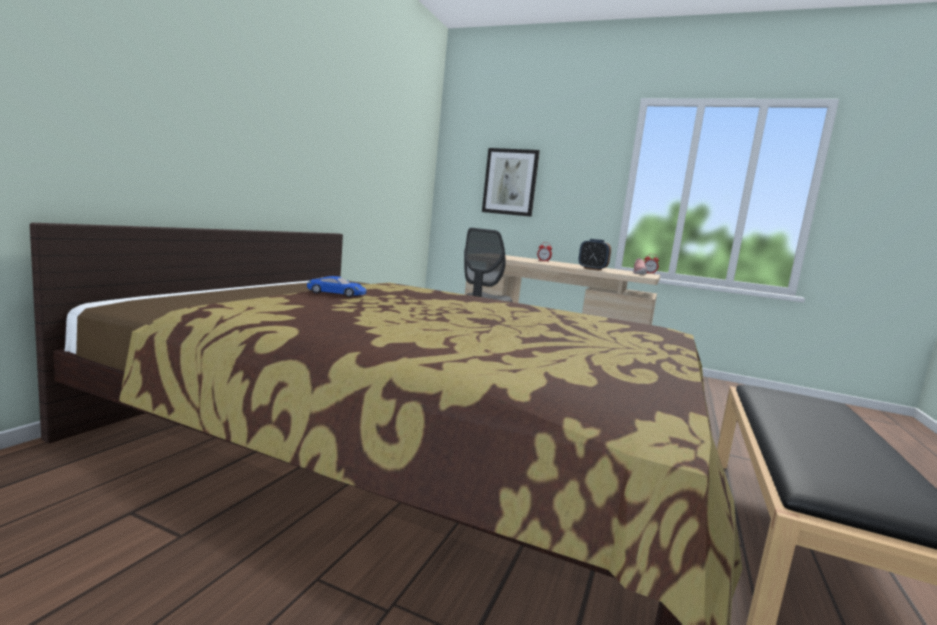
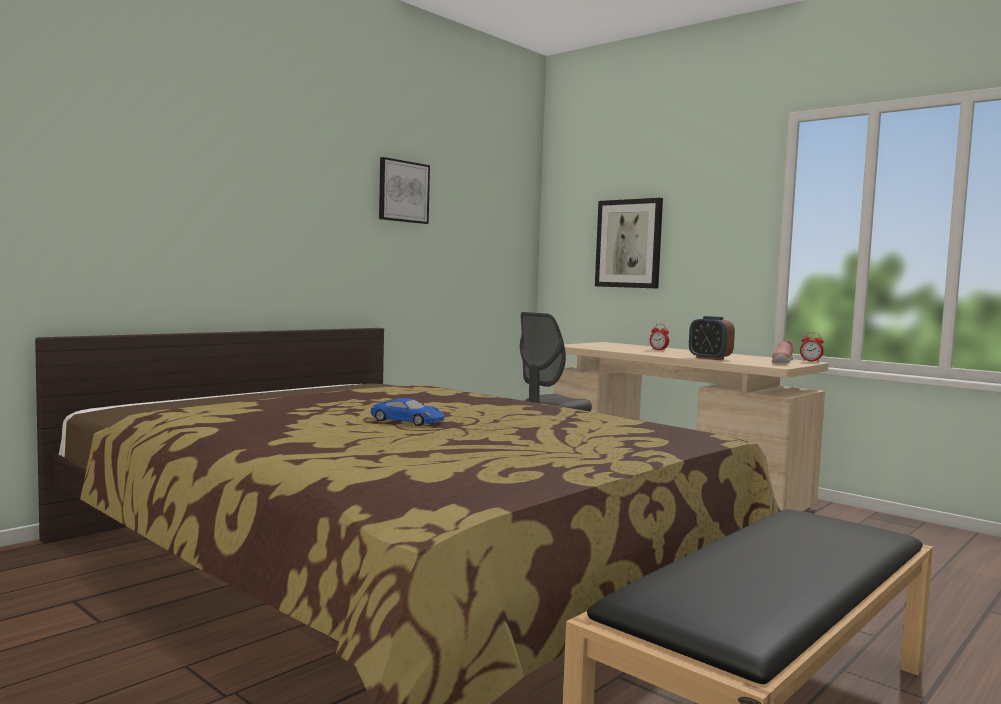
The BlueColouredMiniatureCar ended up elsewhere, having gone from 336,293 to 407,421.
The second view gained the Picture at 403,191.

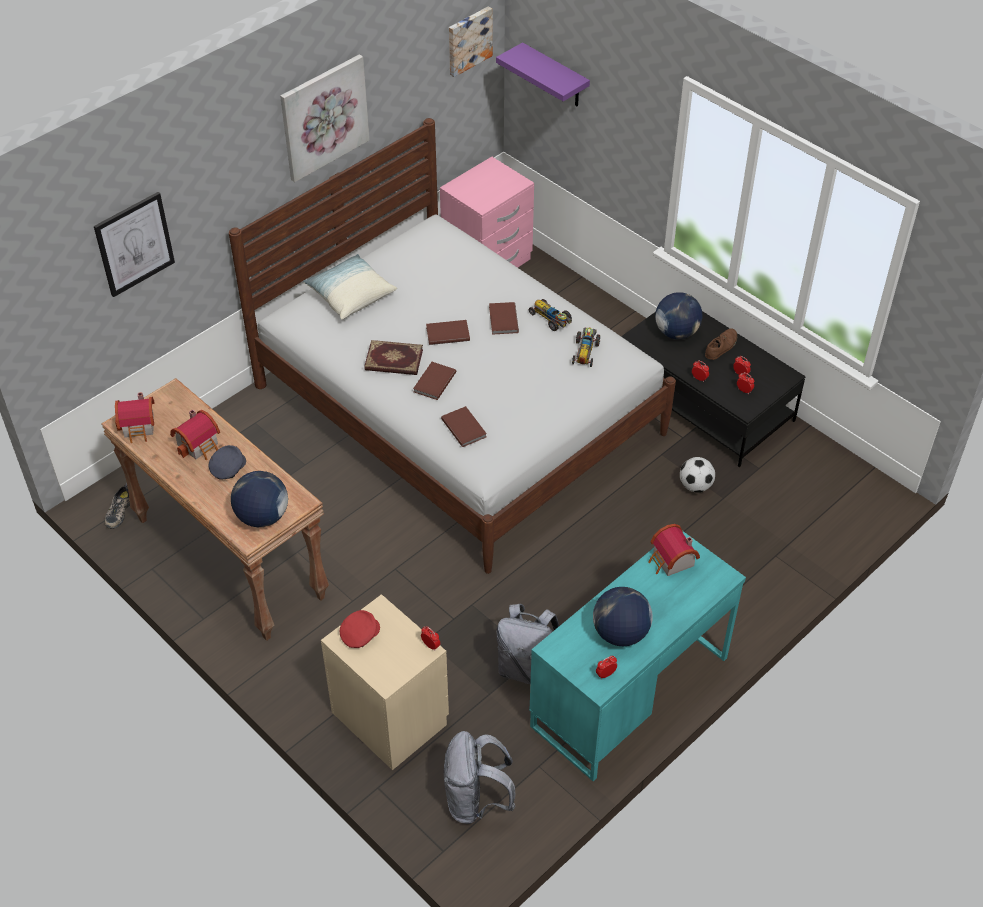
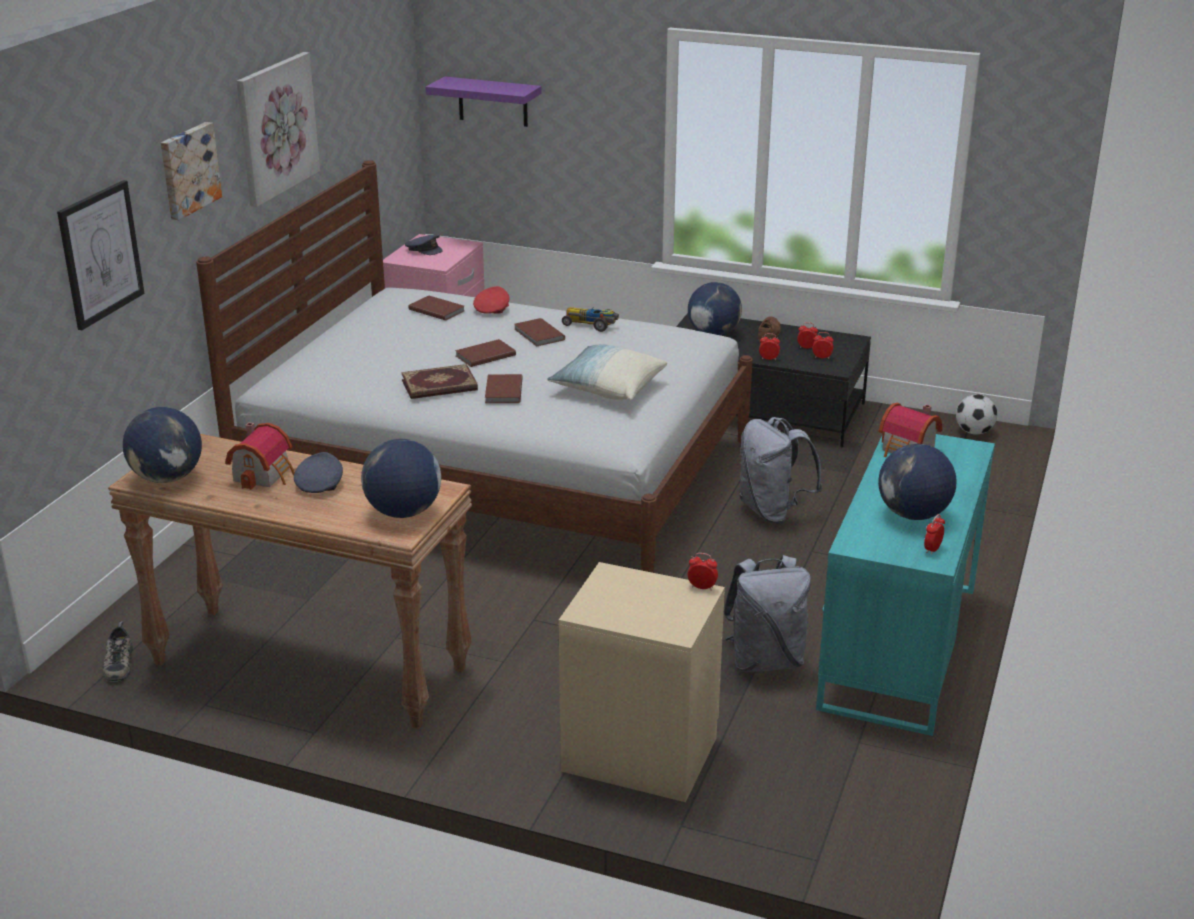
The Picture ended up elsewhere, having gone from 468,40 to 188,170.
The Pillow ended up elsewhere, having gone from 350,295 to 608,388.
The second view lost the MiniatureCar at 585,351.
Where the MiniatureHouse stood at 140,427, the Globe came to stand at 168,478.
The BrownColouredBoundBook ended up elsewhere, having gone from 464,427 to 437,310.
The Football ended up elsewhere, having gone from 695,486 to 974,432.
The RedPeakedCap ended up elsewhere, having gone from 359,633 to 492,309.
The GrayKnapsack ended up elsewhere, having gone from 476,801 to 773,511.
The second view gained the GrayPeakedCap at 424,249.

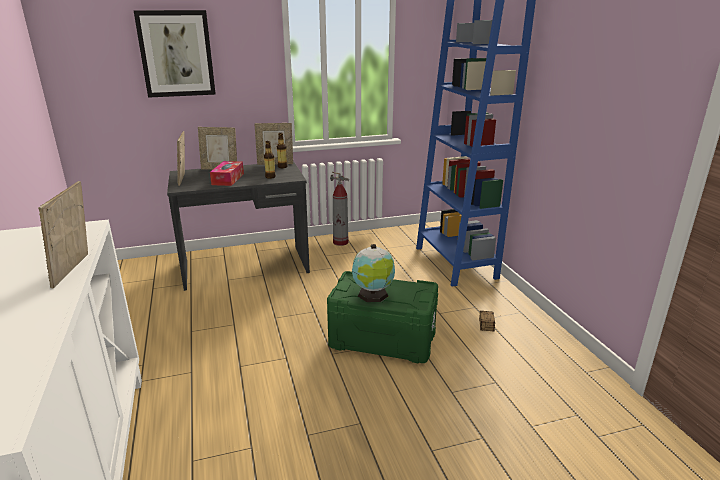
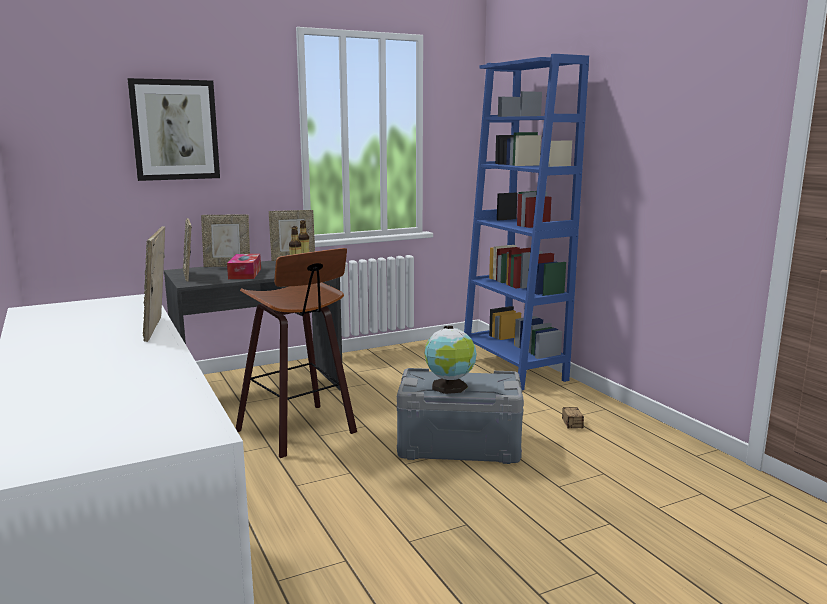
The second view lost the FireFightingCylinder at 340,242.
What was the GreenColouredStorageContainer at 382,338 turned into the GrayStorageContainer at 459,444.
The second view gained the SittingStool at 301,431.

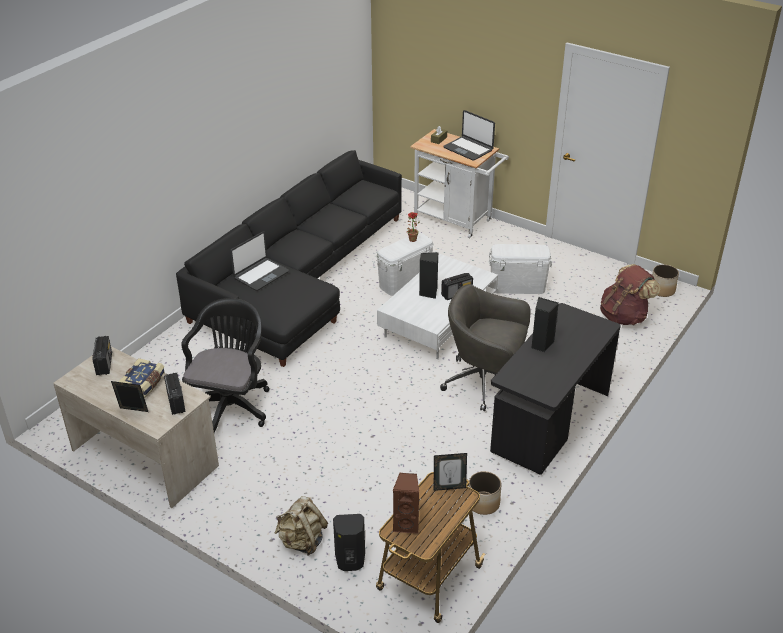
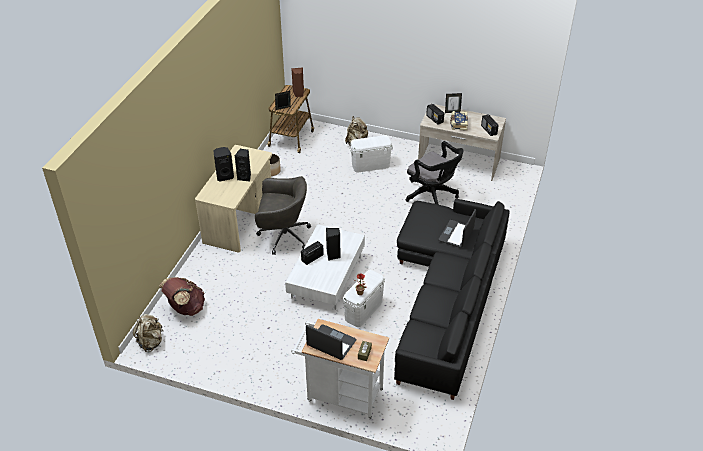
The WhiteStorageContainer ended up elsewhere, having gone from 517,286 to 370,165.
Where the PlantPot stood at 662,290, the BeigeColouredKnapsack came to stand at 151,342.
The BlackColouredOfficeChair at 231,405 ended up facing another way, 45 degrees counterclockwise from before.
What was the BlackColouredDesk at 549,422 turned into the BeigeColouredDesk at 239,218.
The BlackColouredLoudspeaker ended up elsewhere, having gone from 350,561 to 224,176.

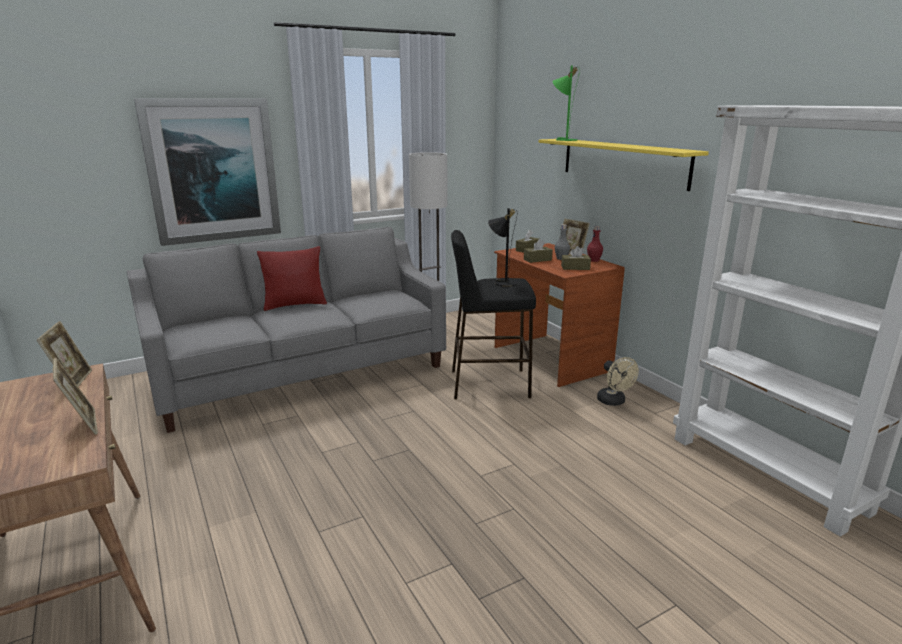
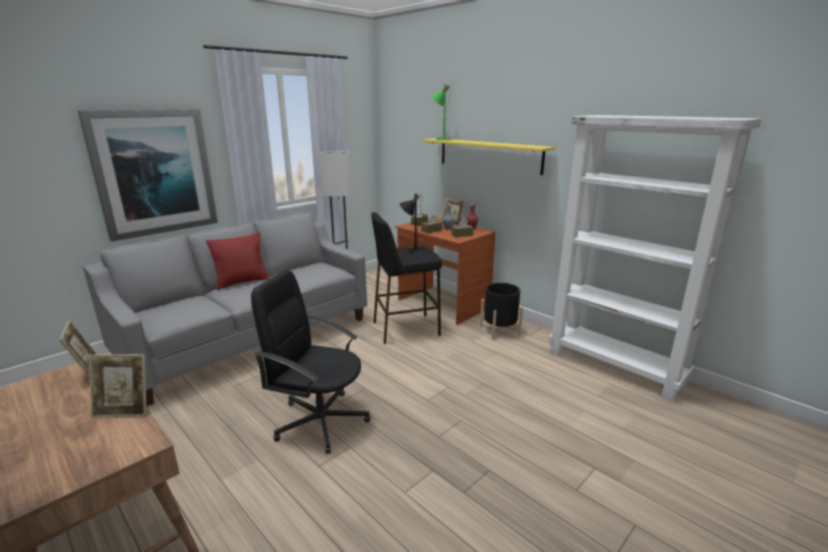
The PictureFrame at 82,424 ended up facing another way, 135 degrees clockwise from before.
Where the BeigeColouredCoolingFan stood at 614,402, the BlackColouredPlantPot came to stand at 499,331.
The second view gained the BlackColouredOfficeChair at 320,420.

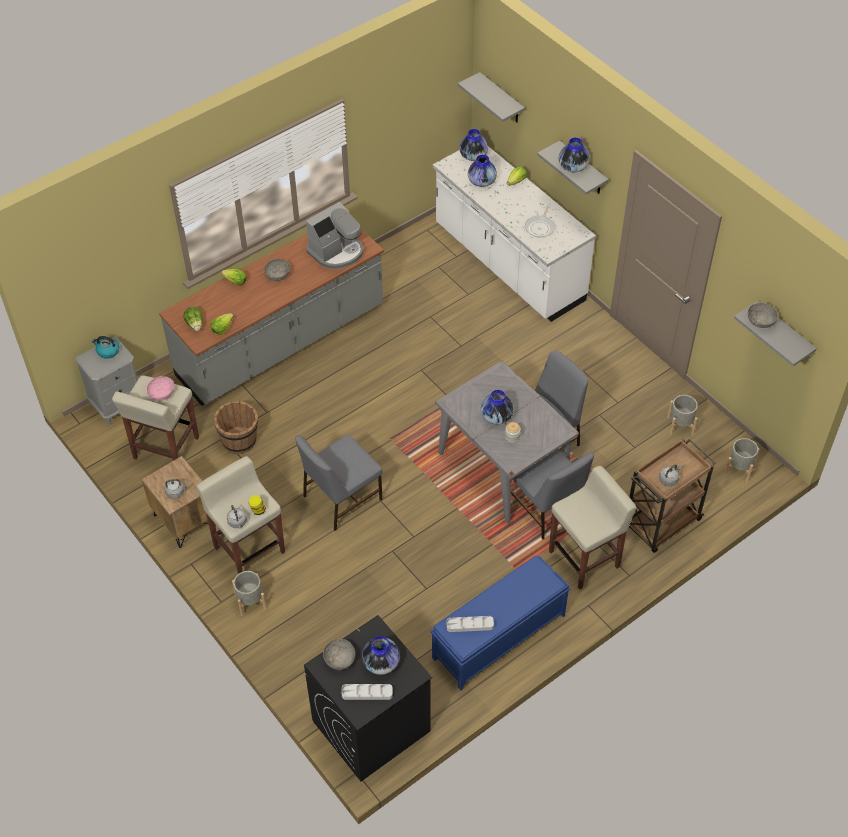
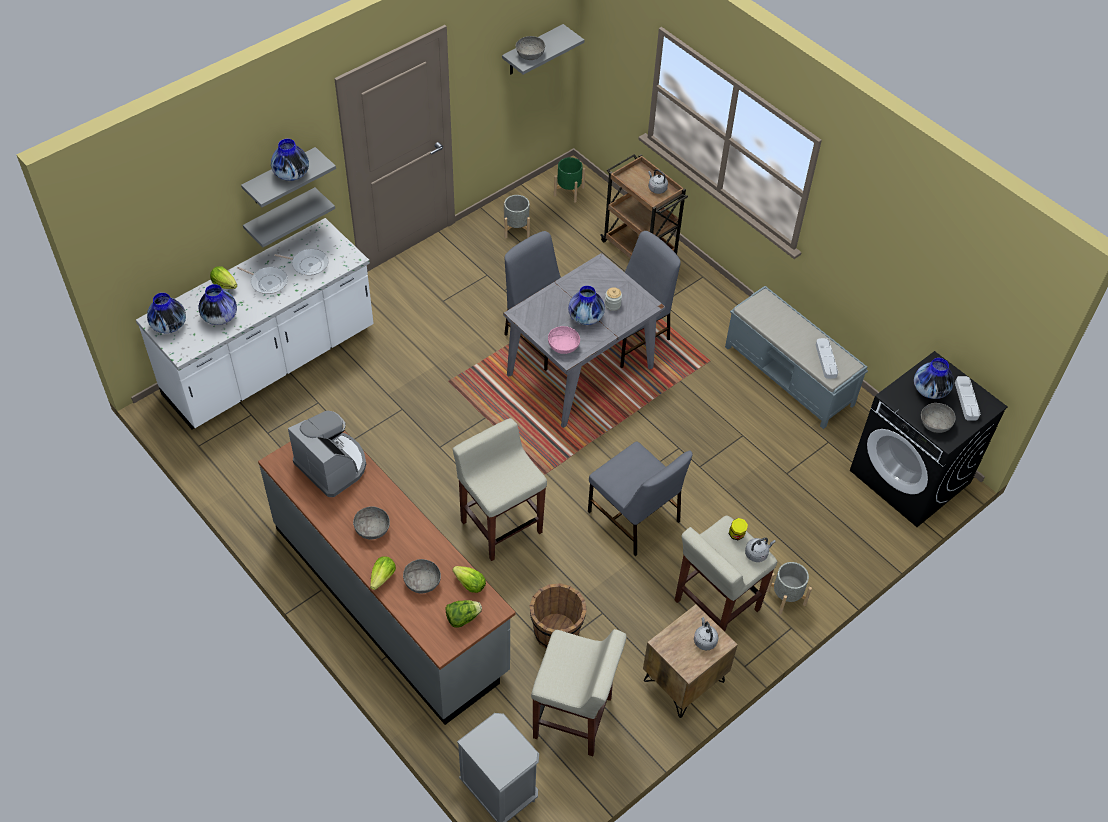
The GrayWallShelf ended up elsewhere, having gone from 501,99 to 281,216.
The second view lost the Kettle at 107,351.
The PinkBowl ended up elsewhere, having gone from 161,393 to 563,346.
What was the GrayPlantPot at 739,469 turned into the GreenColouredPlantPot at 569,191.
The BeigeColouredSittingStool ended up elsewhere, having gone from 585,558 to 500,525.
What was the BlueColouredLongSeat at 498,637 turned into the GrayLongSeat at 789,376.
The second view gained the Pan at 267,282.
The second view gained the GrayBowl at 422,582.

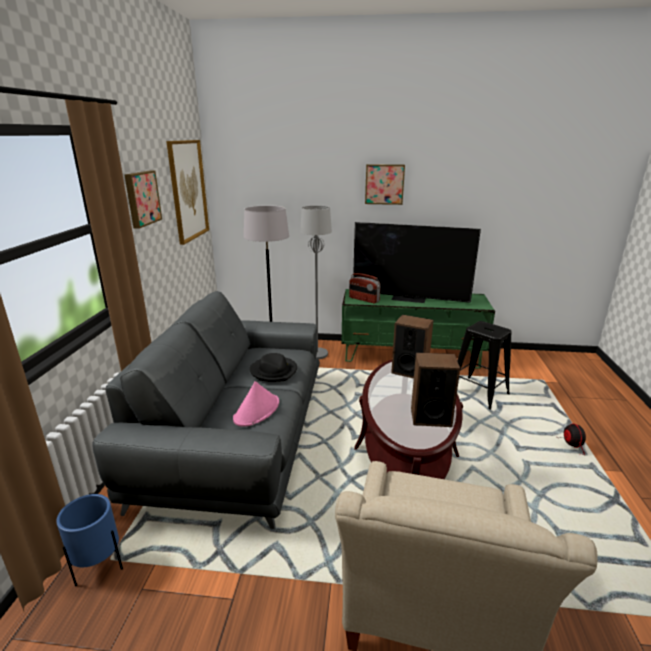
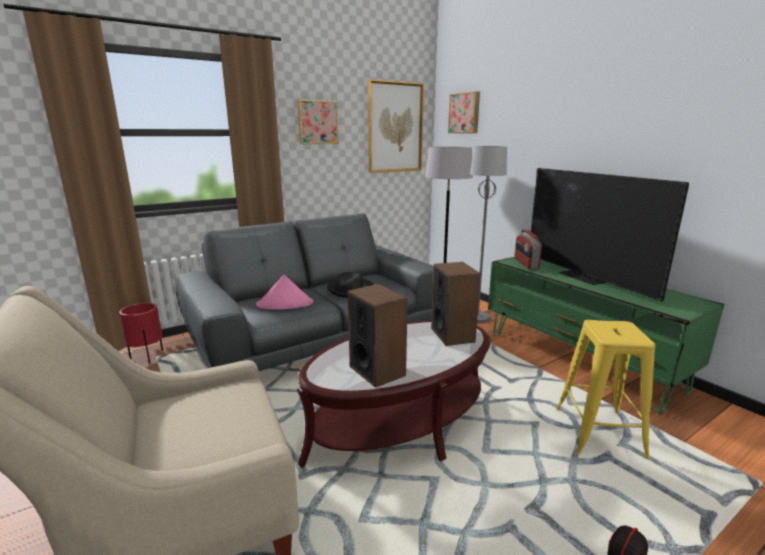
The Picture ended up elsewhere, having gone from 384,184 to 465,113.
What was the BlackColouredSittingStool at 478,393 turned into the YellowishSittingStool at 598,431.
What was the BlueColouredPlantPot at 99,567 turned into the RedPlantPot at 148,357.

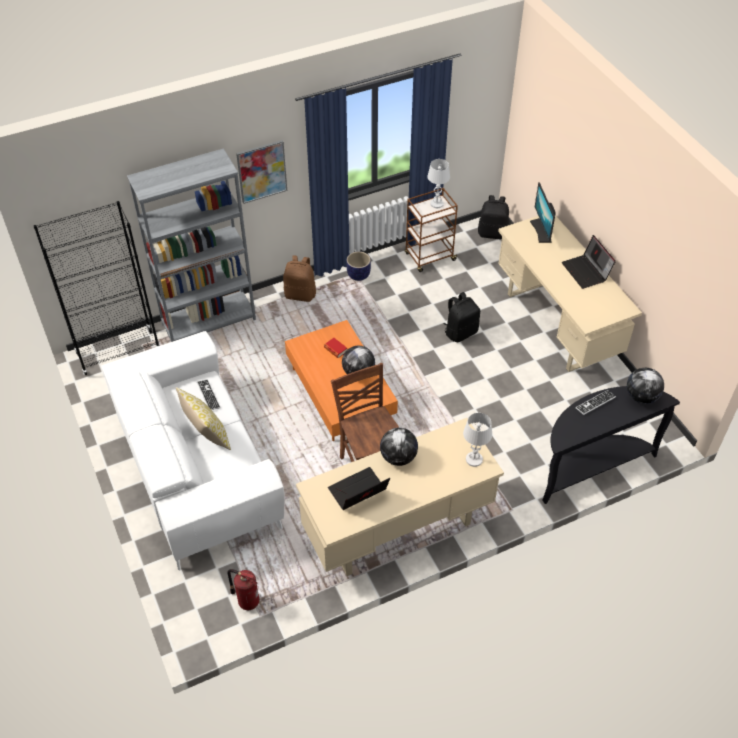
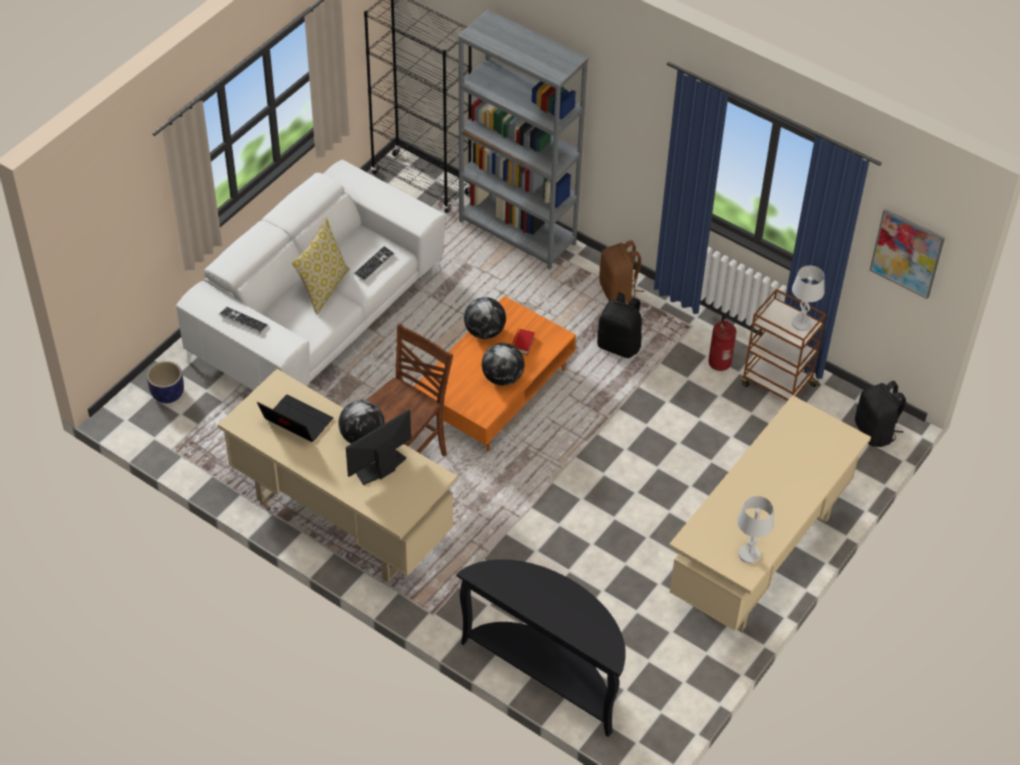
The Picture ended up elsewhere, having gone from 262,171 to 907,253.
The ComputerDisplay ended up elsewhere, having gone from 542,231 to 381,468.
The second view lost the PortableComputer at 586,272.
The PlantPot ended up elsewhere, having gone from 358,275 to 168,394.
The BlackColouredKnapsack ended up elsewhere, having gone from 460,332 to 619,345.
The Globe ended up elsewhere, having gone from 641,397 to 485,332.
The Keyboard ended up elsewhere, having gone from 595,403 to 243,320.
The WhiteTableLamp ended up elsewhere, having gone from 474,459 to 749,554.
The FireFightingCylinder ended up elsewhere, having gone from 247,601 to 719,362.

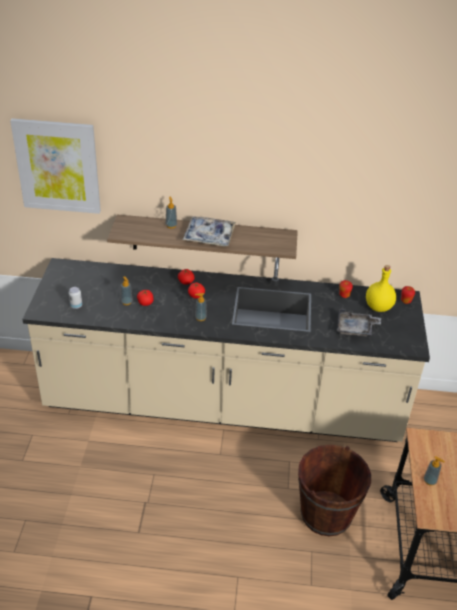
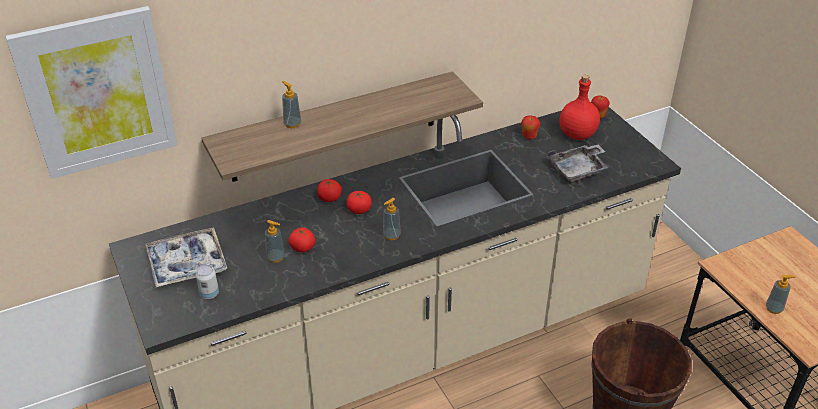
The ServingTray ended up elsewhere, having gone from 209,236 to 187,264.
What was the YellowishBeverageBottle at 378,307 turned into the RedBeverageBottle at 576,134.

